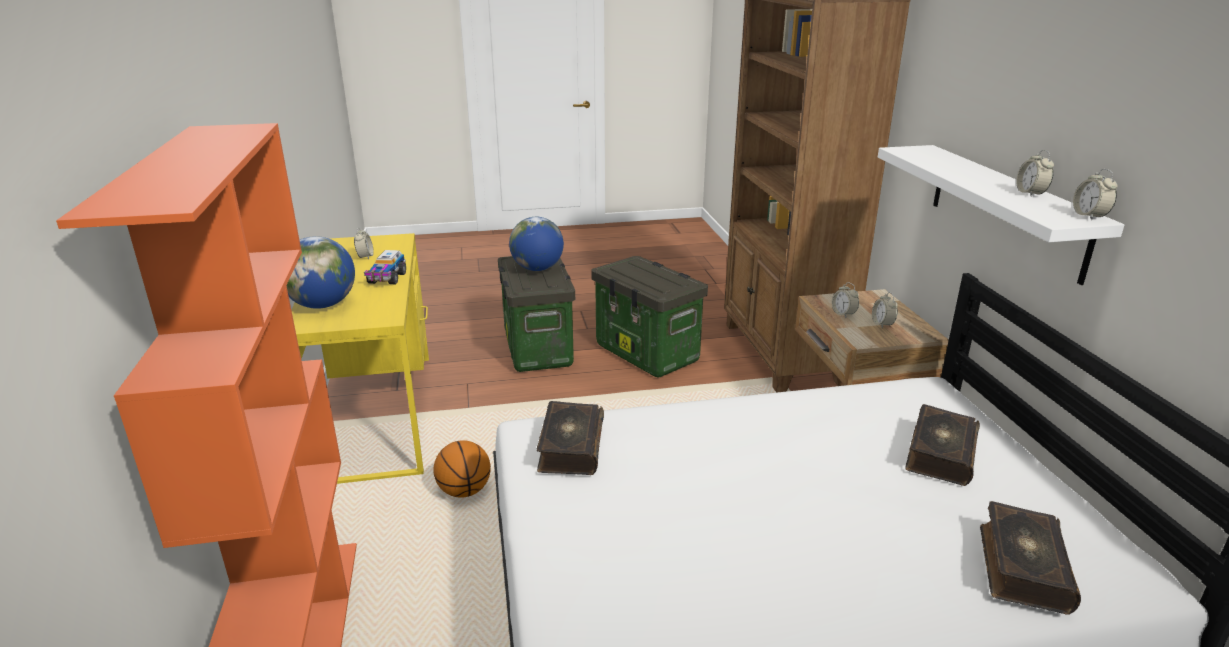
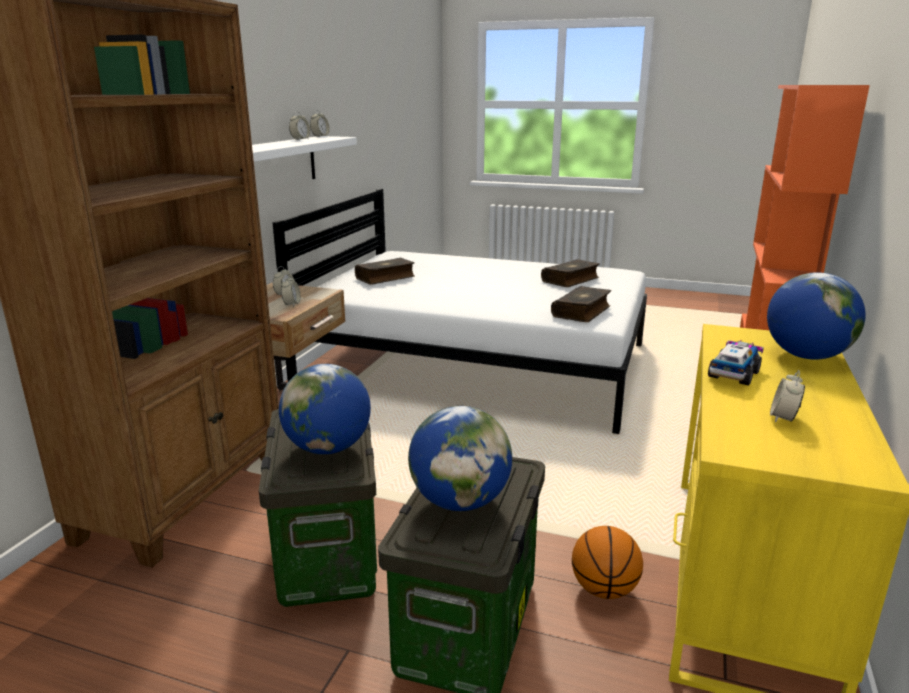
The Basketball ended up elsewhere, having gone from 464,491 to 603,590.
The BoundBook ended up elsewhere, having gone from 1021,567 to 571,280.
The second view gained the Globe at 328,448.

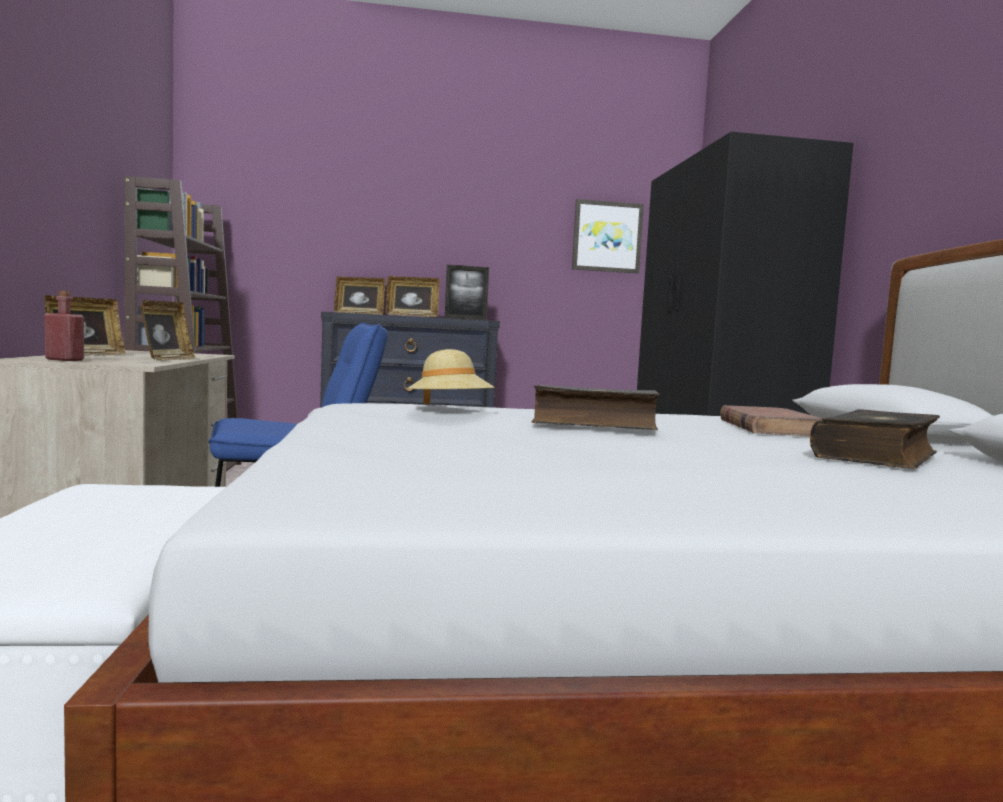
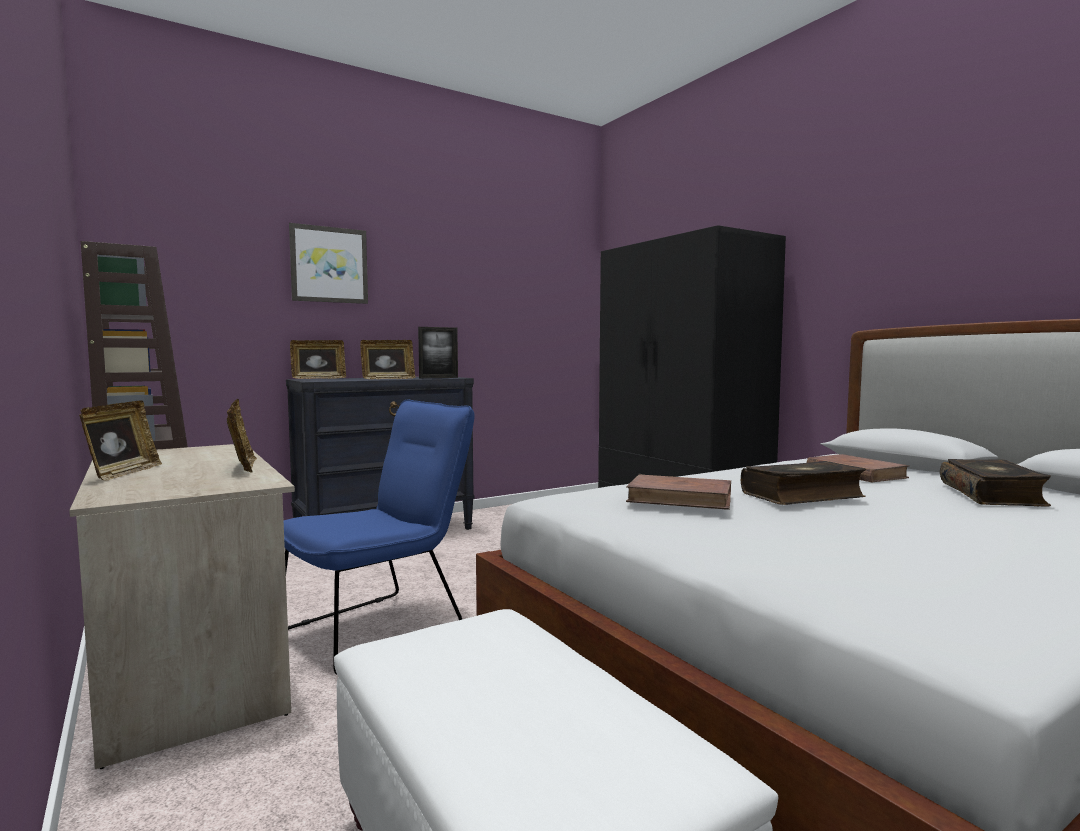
The Picture ended up elsewhere, having gone from 607,237 to 329,265.
The second view lost the RedBeverageBottle at 64,360.
Where the BeigeColouredWearableHat stood at 450,410, the BrownColouredBoundBook came to stand at 680,498.

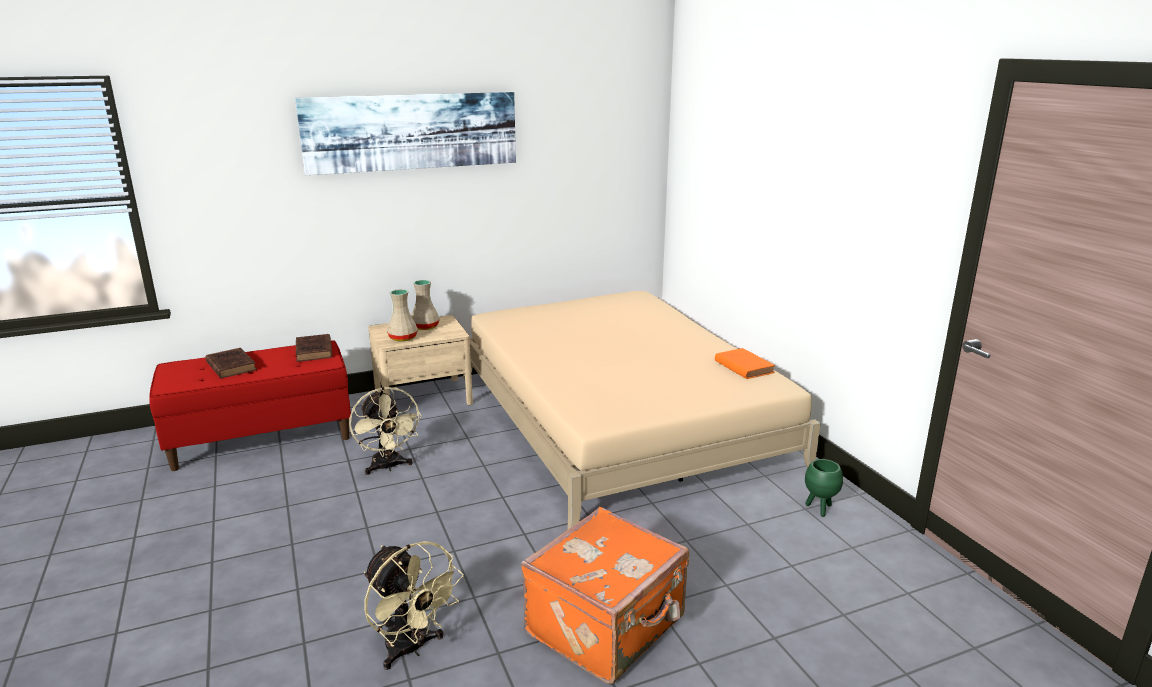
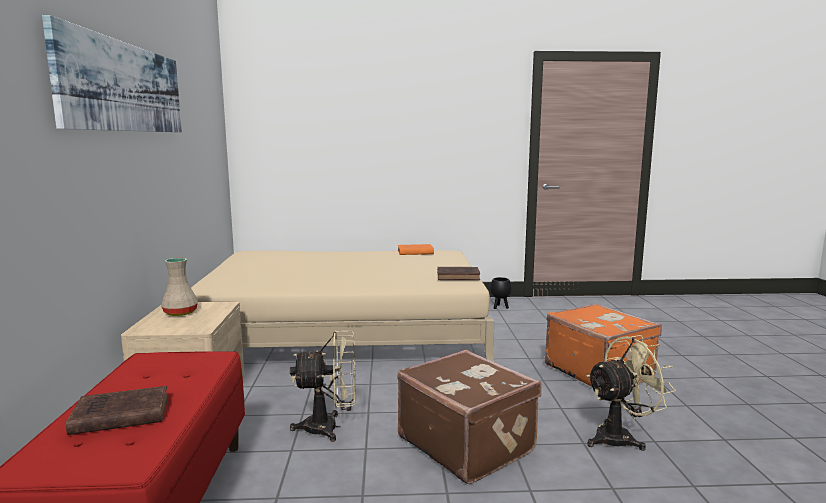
The second view lost the BeigeColouredDecorativeVase at 403,338.
The BrownColouredBoundBook ended up elsewhere, having gone from 314,351 to 459,276.
What was the GreenColouredPlantPot at 819,509 turned into the BlackColouredPlantPot at 500,307.
The second view gained the BrownColouredTravelCase at 467,443.

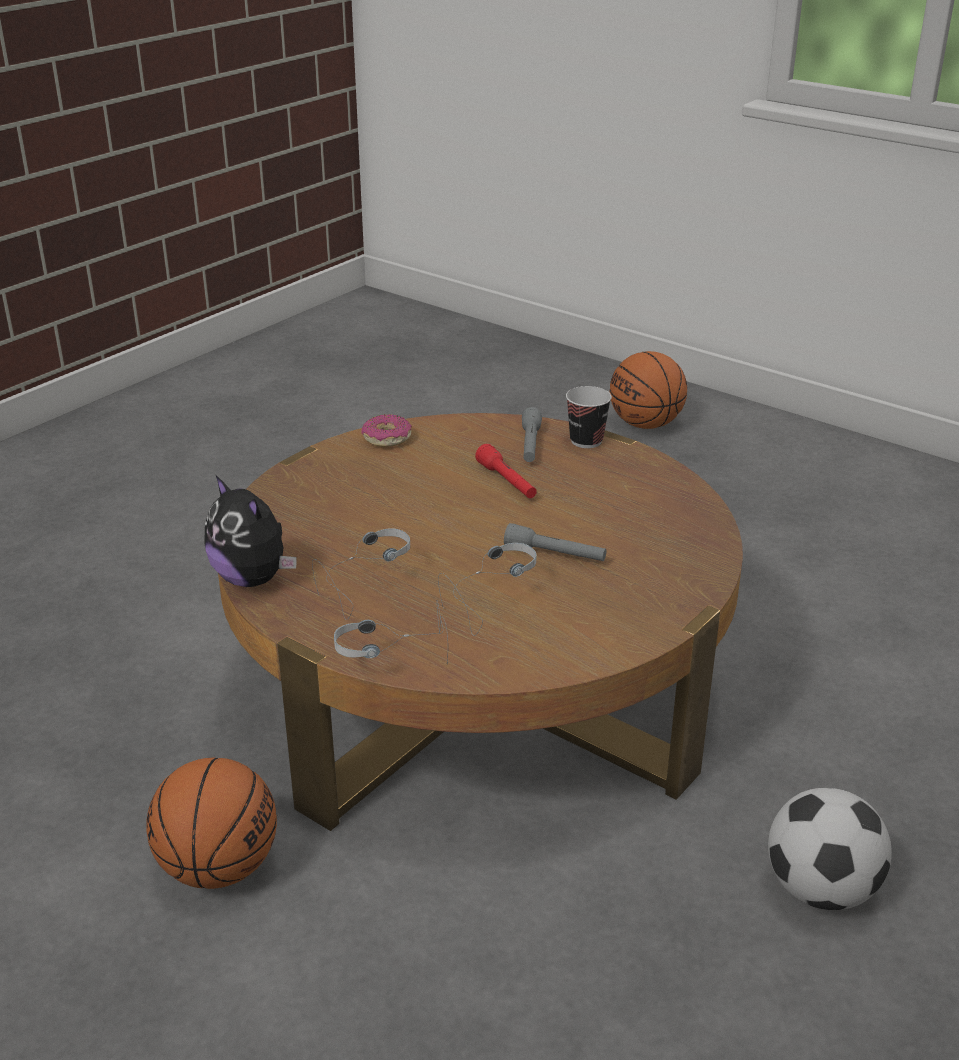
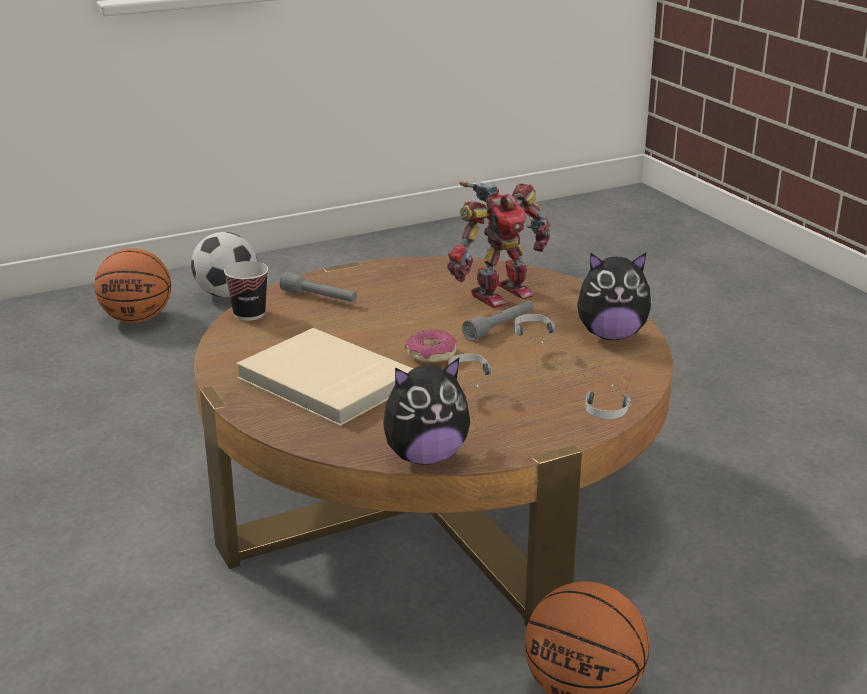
The DrinkingCup ended up elsewhere, having gone from 586,441 to 249,314.
The Donut ended up elsewhere, having gone from 387,438 to 431,355.
The second view lost the RedTorch at 507,482.
The Football ended up elsewhere, having gone from 820,890 to 226,294.
The second view gained the ModelRobot at 498,293.
The second view gained the PlushToy at 611,335.
The second view gained the BeigeColouredBoundBook at 324,382.

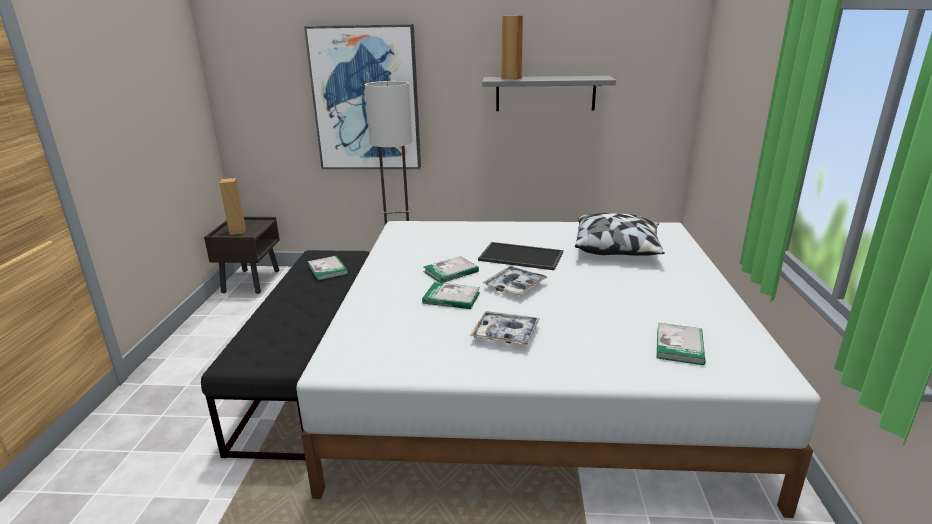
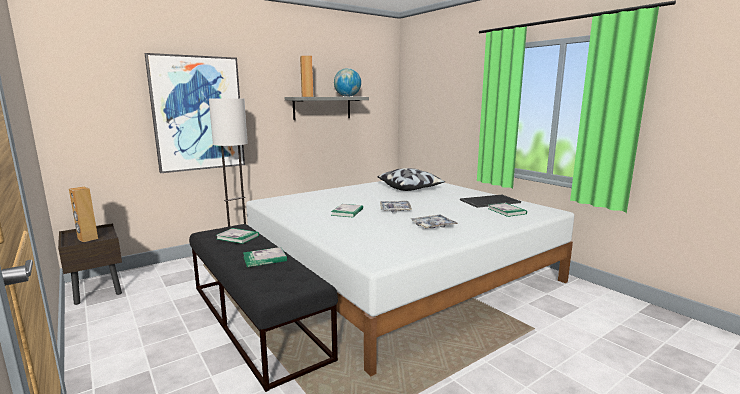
The ServingTray ended up elsewhere, having gone from 519,257 to 490,201.
The BoundBook ended up elsewhere, having gone from 451,298 to 265,259.
The second view gained the Globe at 347,96.

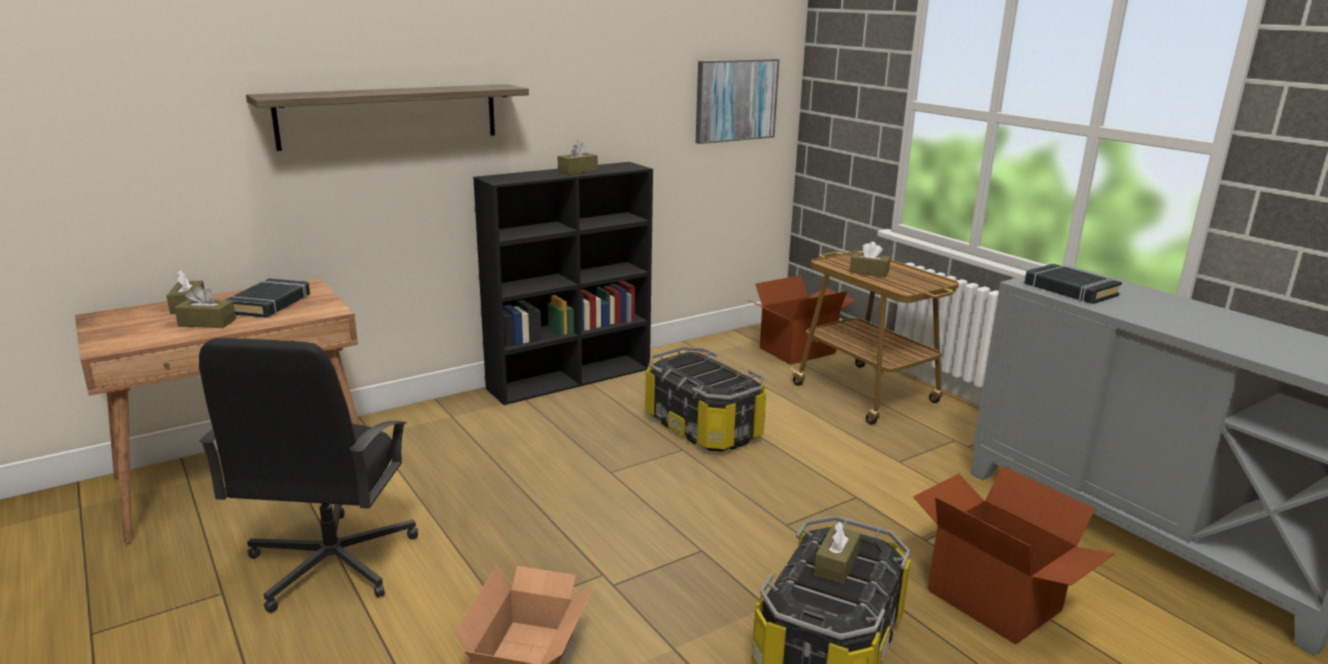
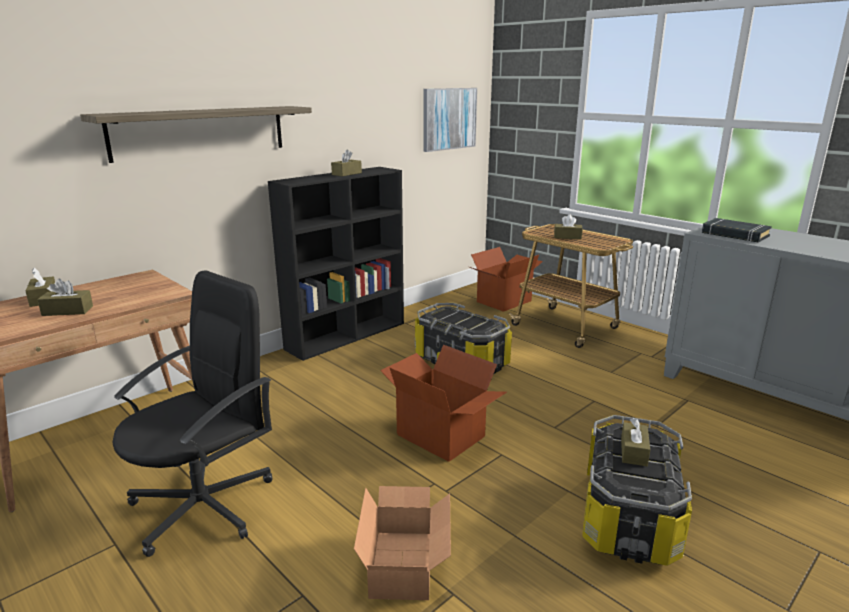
The second view lost the BlackColouredBoundBook at 270,304.
The BlackColouredOfficeChair at 330,563 ended up facing another way, 135 degrees counterclockwise from before.
The Carton ended up elsewhere, having gone from 995,599 to 442,435.

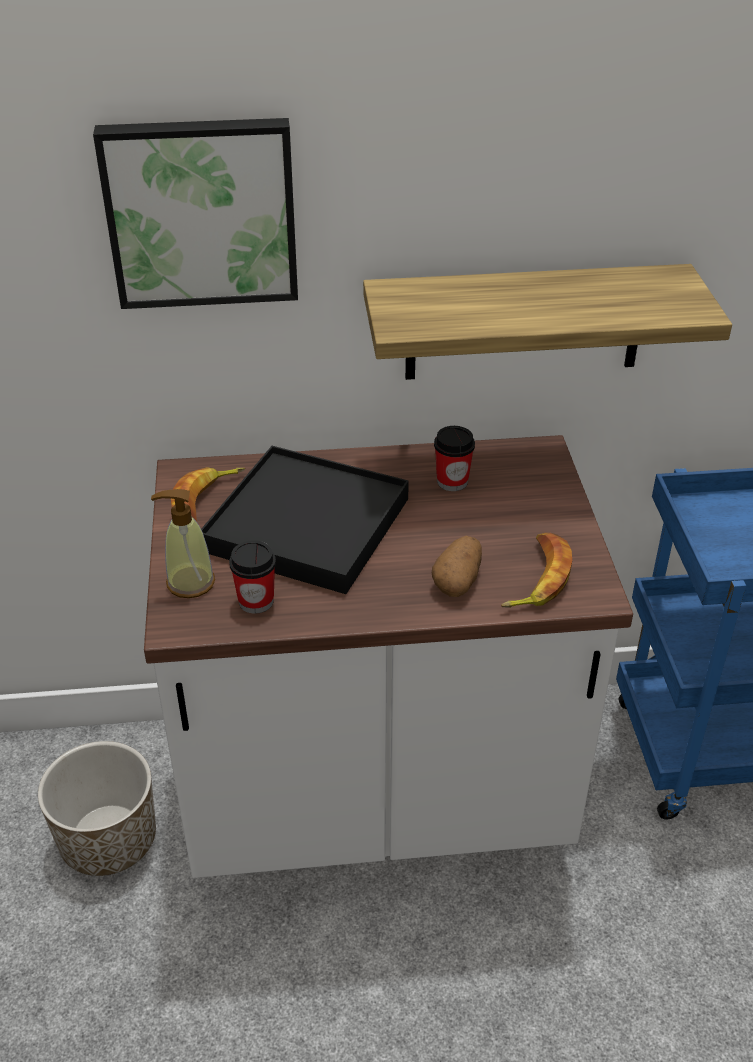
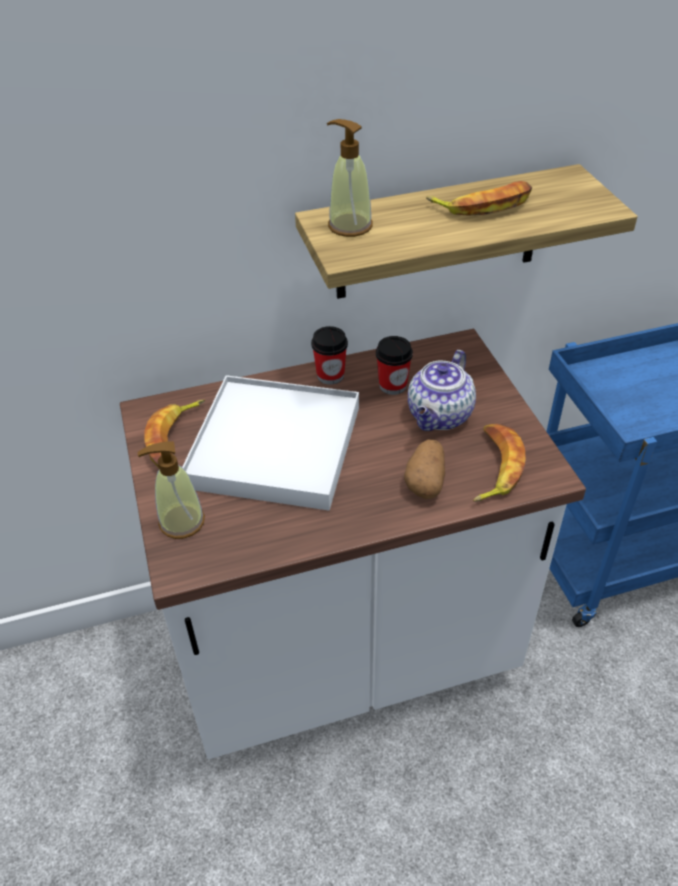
The second view lost the Picture at 201,212.
What was the BlackColouredServingTray at 307,525 turned into the WhiteServingTray at 275,447.
The DrinkingCup ended up elsewhere, having gone from 256,601 to 330,375.
The second view lost the PlantPot at 109,840.
The second view gained the SoapBottle at 349,226.
The second view gained the BananaFruit at 483,205.
The second view gained the TeaPot at 439,417.

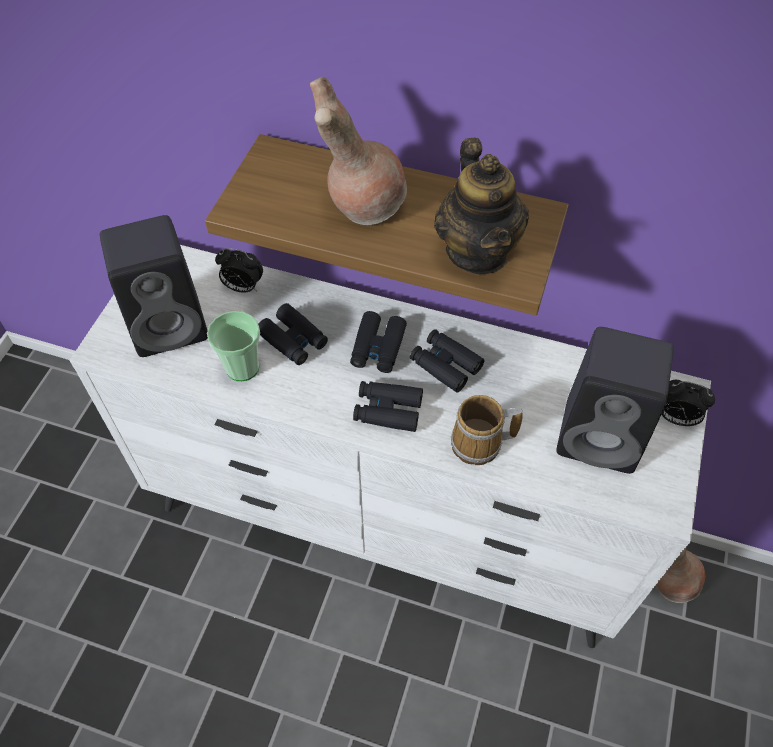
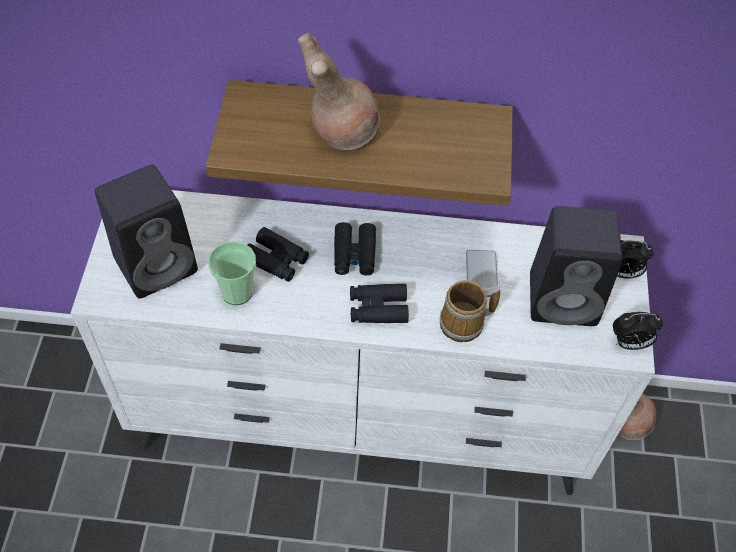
The second view lost the TeaPot at 477,252.
The AlarmClock ended up elsewhere, having gone from 242,287 to 629,343.
The second view lost the BlackColouredBinoculars at 445,365.
The second view gained the Phone at 481,274.

